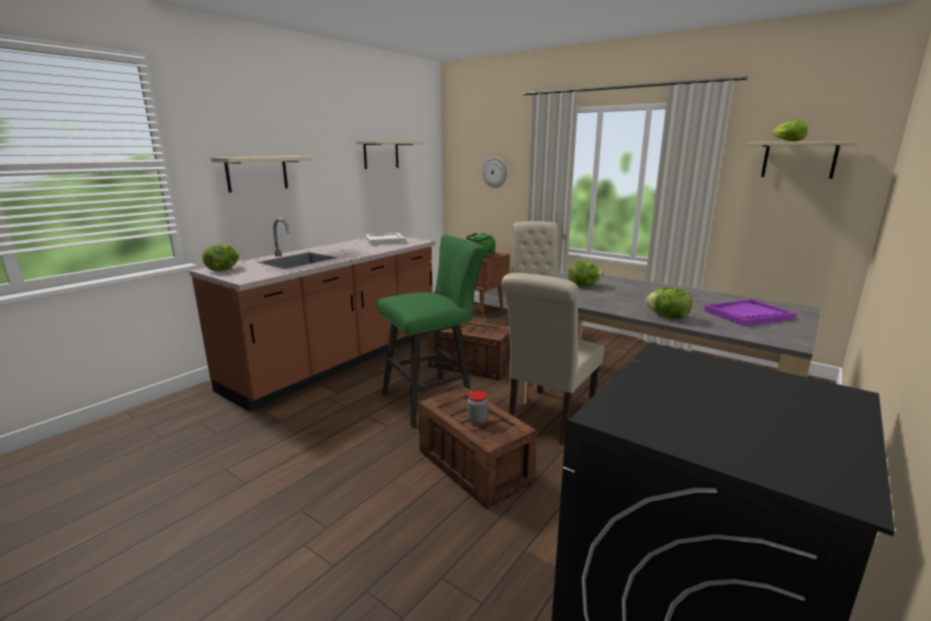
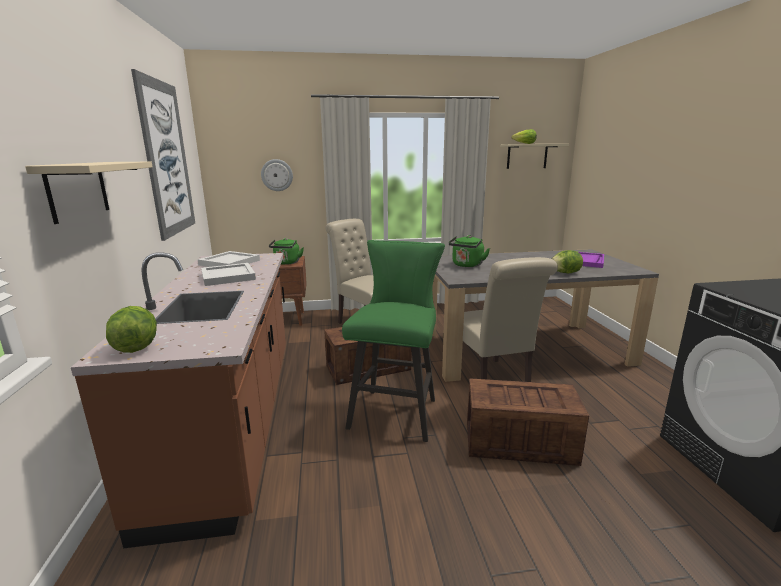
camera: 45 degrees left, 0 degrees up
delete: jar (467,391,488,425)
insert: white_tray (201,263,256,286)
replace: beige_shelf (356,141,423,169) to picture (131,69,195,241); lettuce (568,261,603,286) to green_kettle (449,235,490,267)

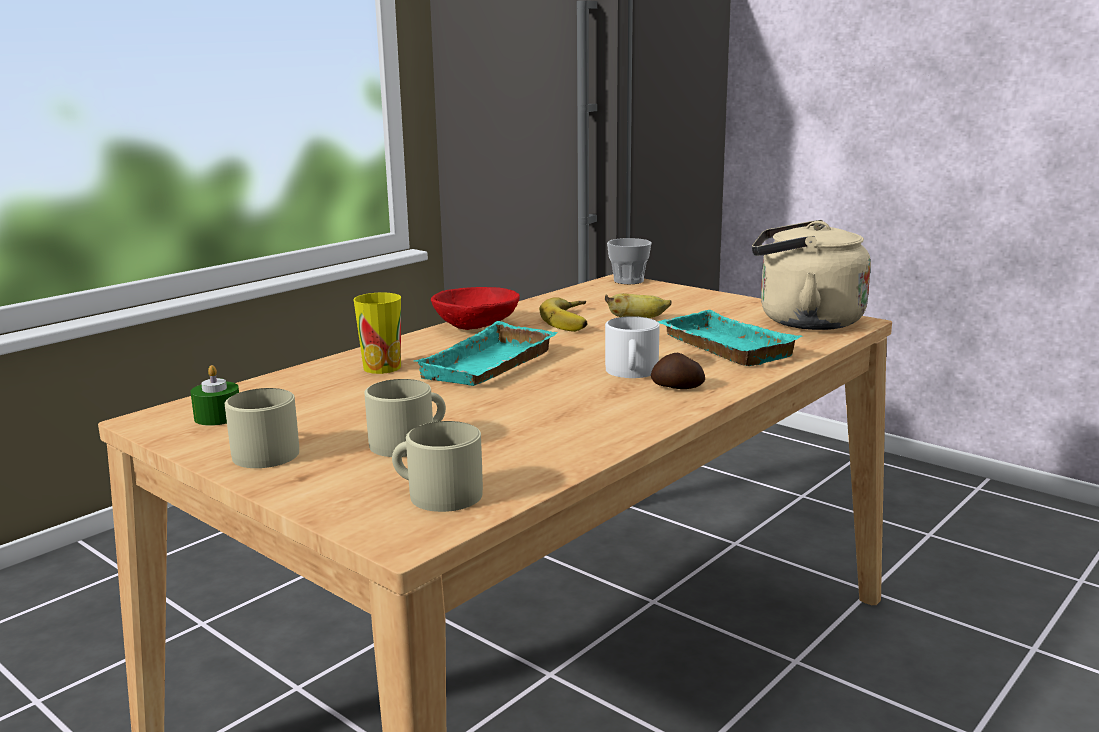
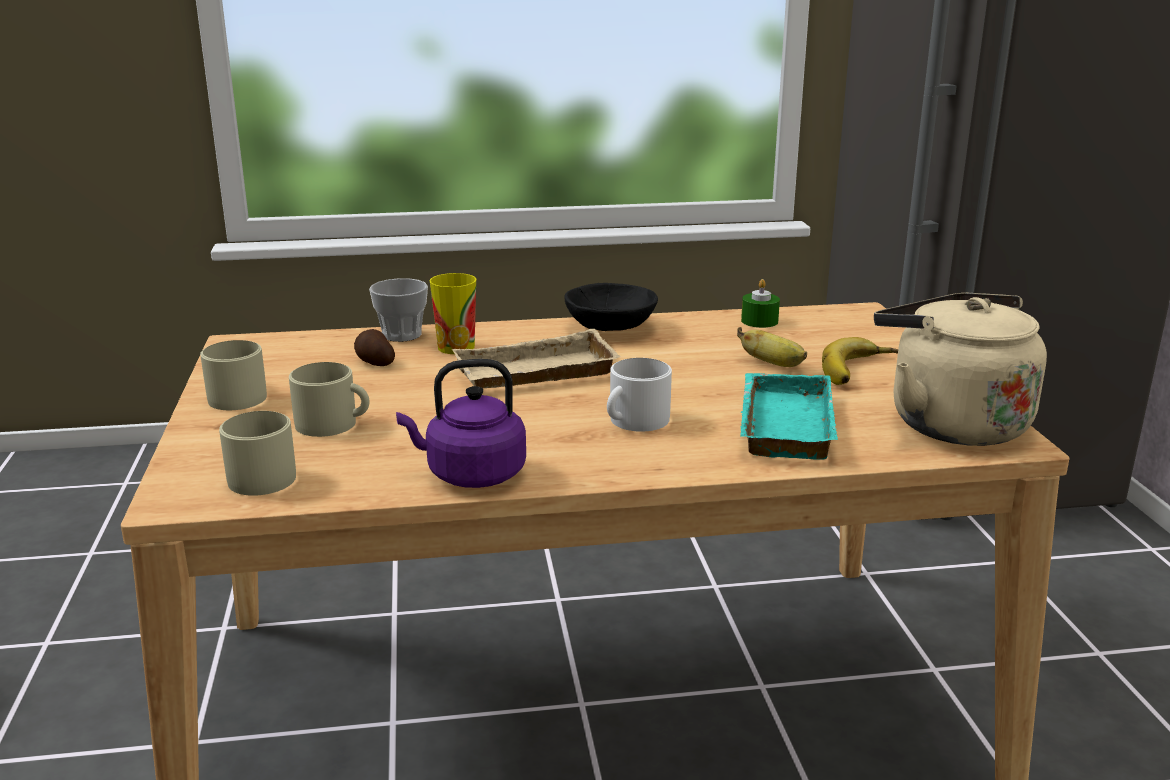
camera: 40 degrees right, 5 degrees up
insert: purple_kettle (396,359,526,488)
move: potato (651,353,705,389) to (354,329,395,366); cup (607,238,651,284) to (369,278,428,342); green_candle (191,365,239,426) to (741,279,780,328); banana (539,297,587,332) to (822,337,898,385)
recolor: turquoise_tray (414,321,558,386) to beige_tray (452,329,621,388); red_bowl (431,287,520,330) to black_bowl (564,283,658,331)

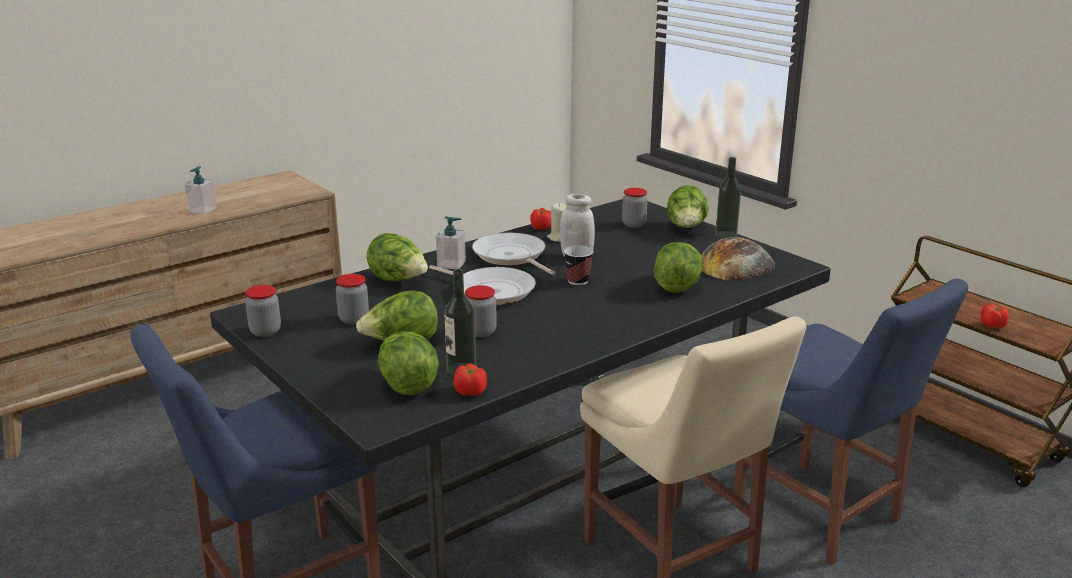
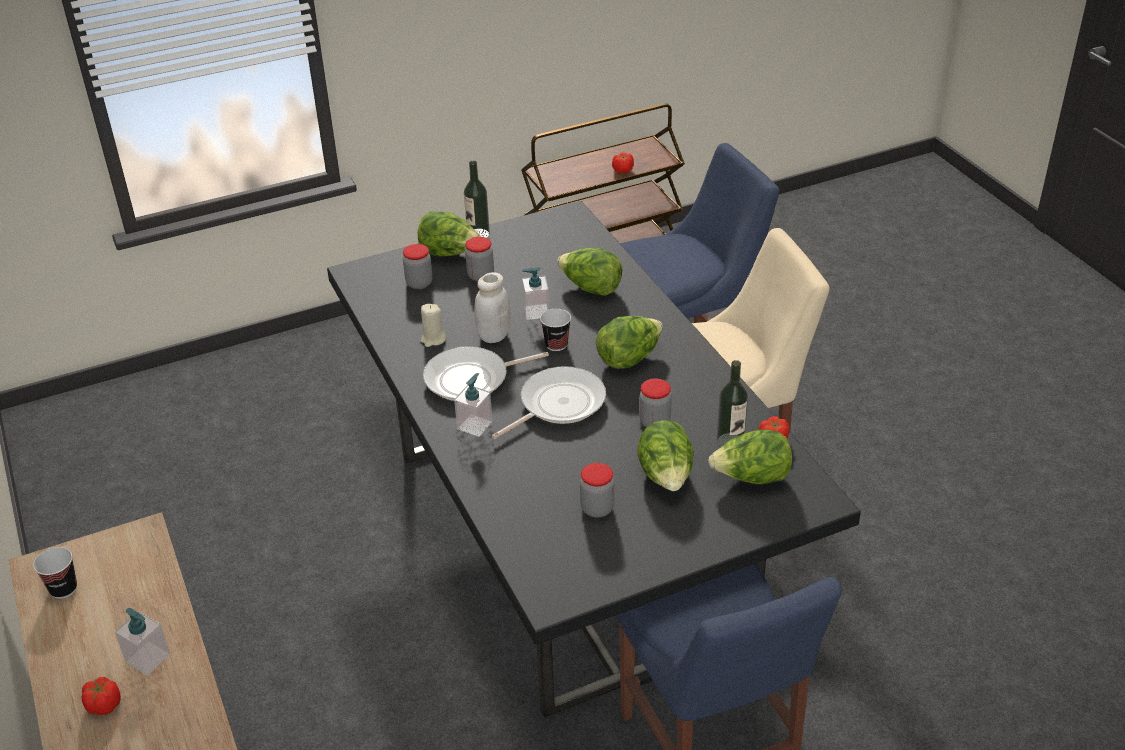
camera: 75 degrees left, 15 degrees up
delete: bread (701,237,775,280)
insert: cup (33,547,77,599); soap_dispenser (522,267,550,320)
move: tomato (530,208,551,230) to (82,677,121,715); jar (245,285,281,337) to (465,237,494,282); lettuce (367,233,428,282) to (596,316,663,369)

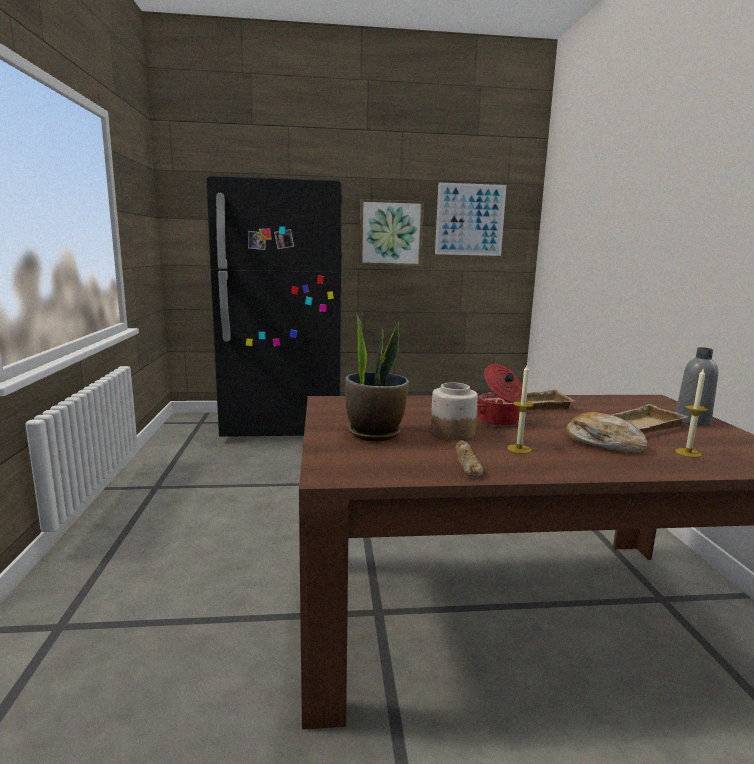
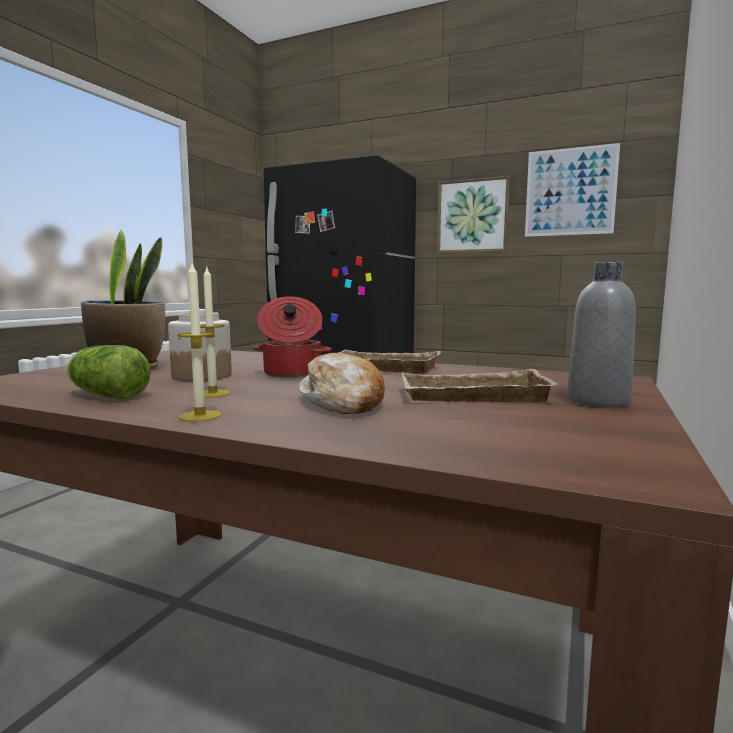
camera: 30 degrees right, 5 degrees down
move: candle (675,368,708,457) to (177,263,221,422)
replace: bread (455,440,484,477) to lettuce (65,345,151,400)

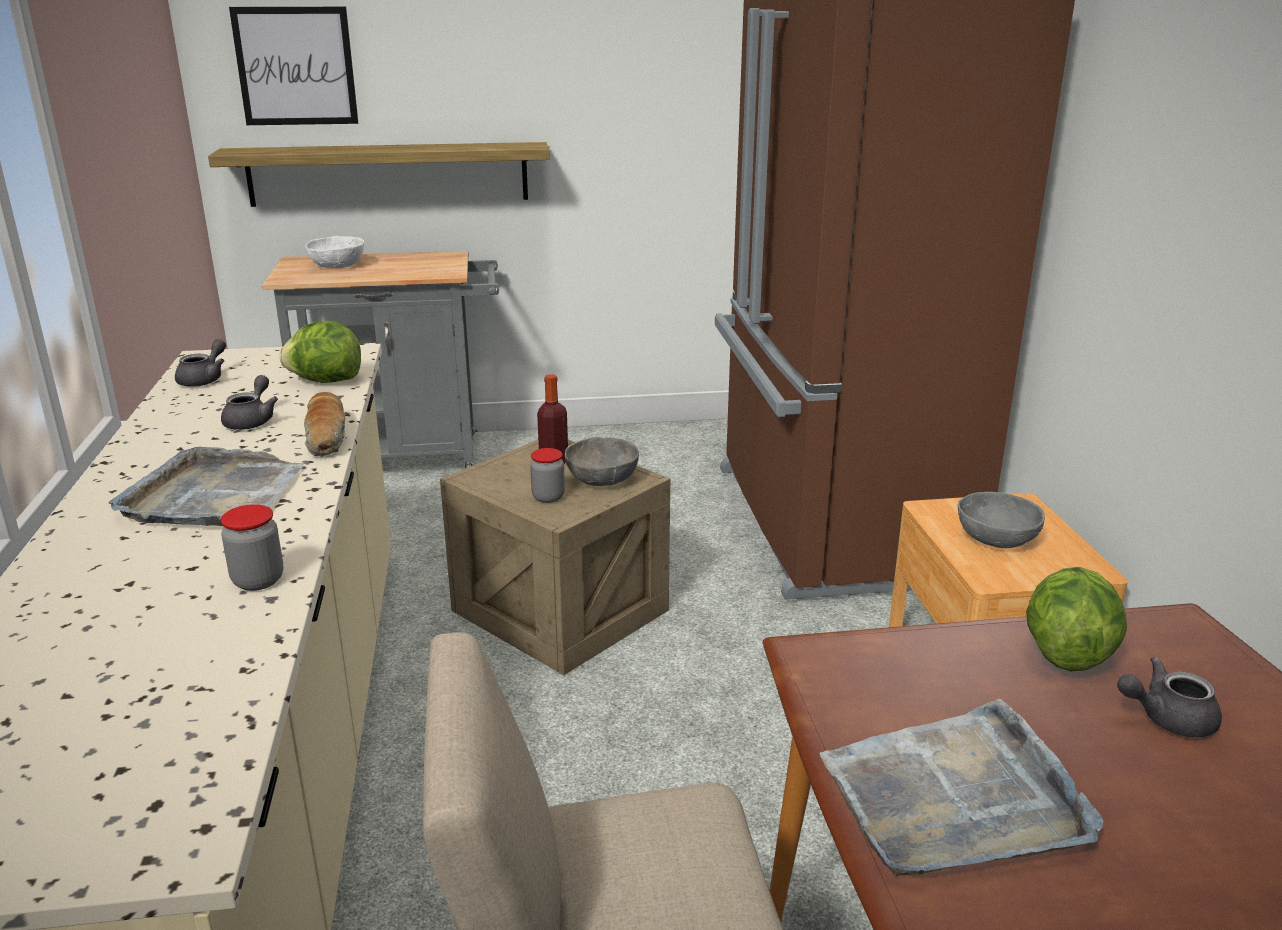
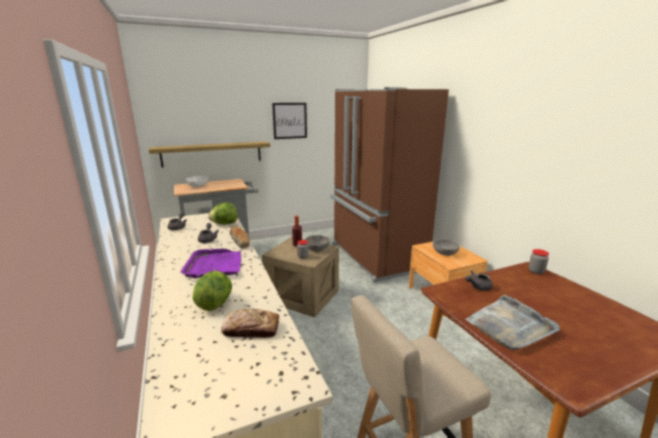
camera: 15 degrees left, 5 degrees down
insert: bread (221,309,279,338)
move: lettuce (1026,567,1127,671) to (193,271,232,311); picture (229,7,358,125) to (272,103,307,139); grey_teapot (1117,657,1222,737) to (465,270,493,291); jar (221,504,283,591) to (529,249,549,274)
recolor: grey_tray (109,447,304,526) to purple_tray (180,249,241,278)

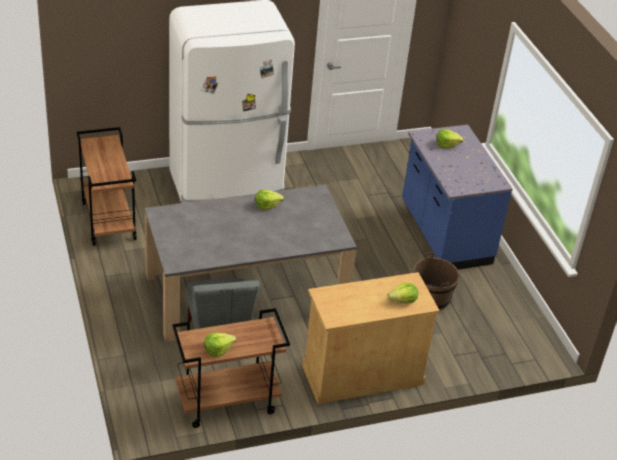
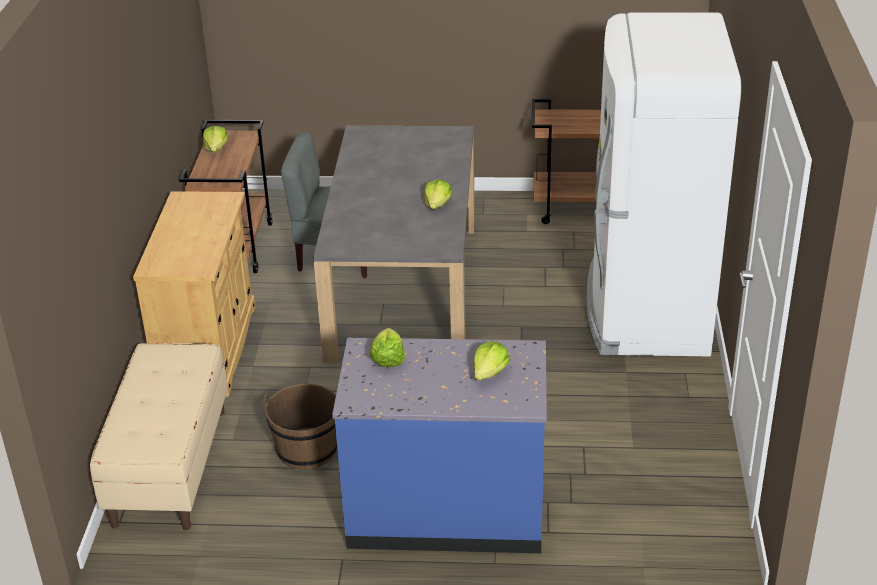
camera: 115 degrees right, 5 degrees down
insert: beige_bench (90,343,228,530)
move: lettuce (387,283,418,304) to (370,328,405,367)

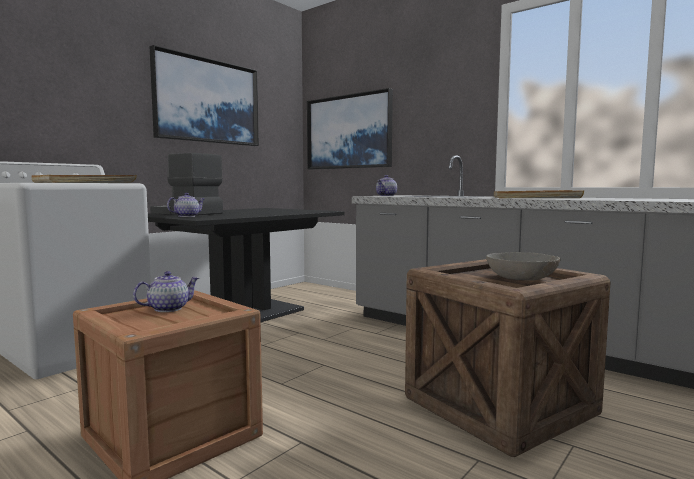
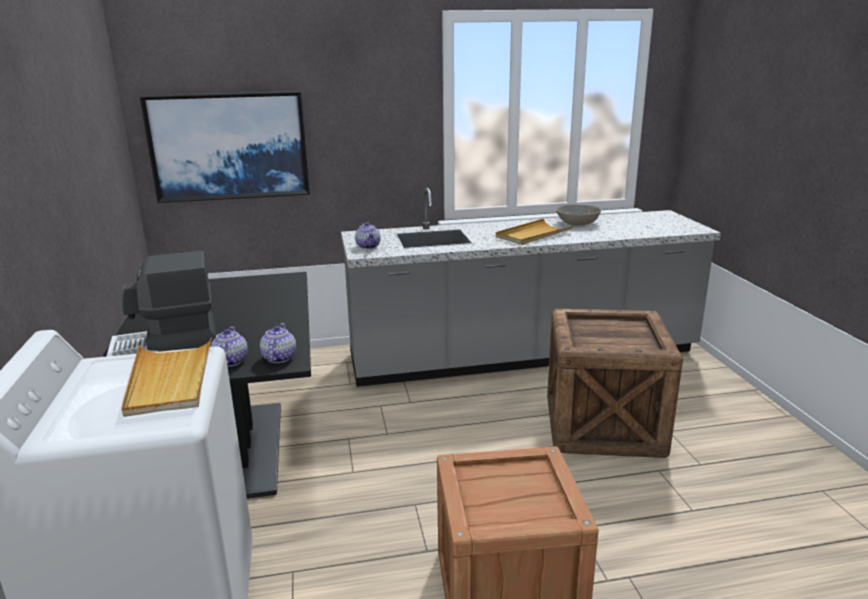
camera: 50 degrees left, 15 degrees up
delete: picture (150,45,259,146)
move: teapot (133,271,199,312) to (260,323,296,363); grey_bowl (486,252,560,281) to (556,204,601,225)

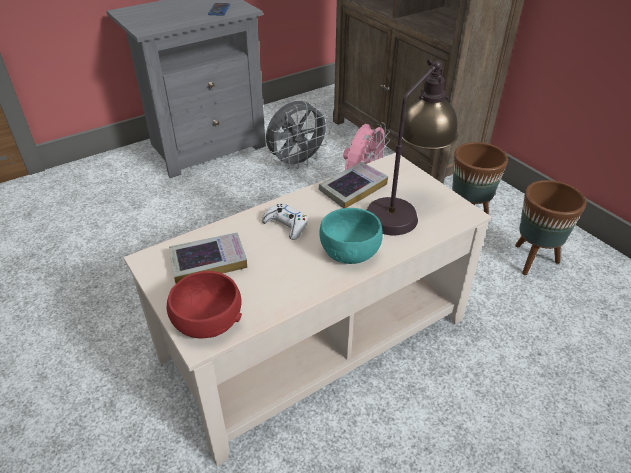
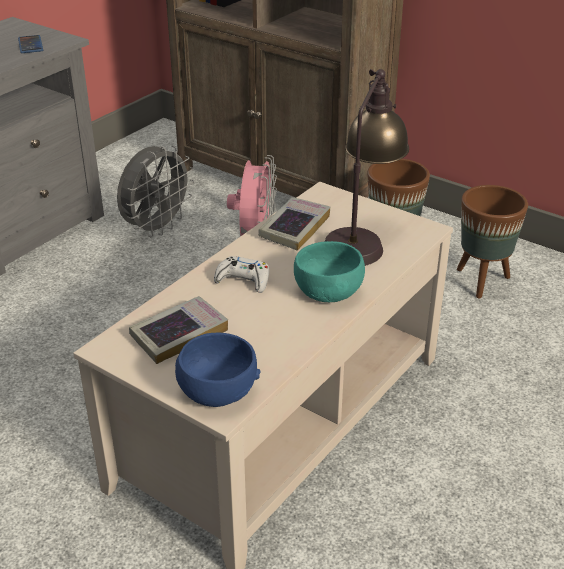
camera: 20 degrees left, 5 degrees down
recolor: red_bowl (167,271,242,339) to blue_bowl (175,333,261,407)

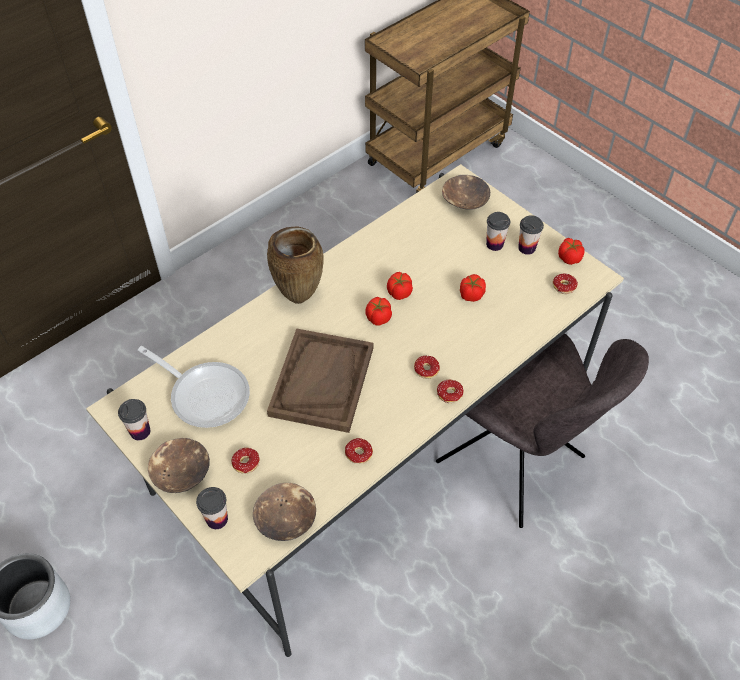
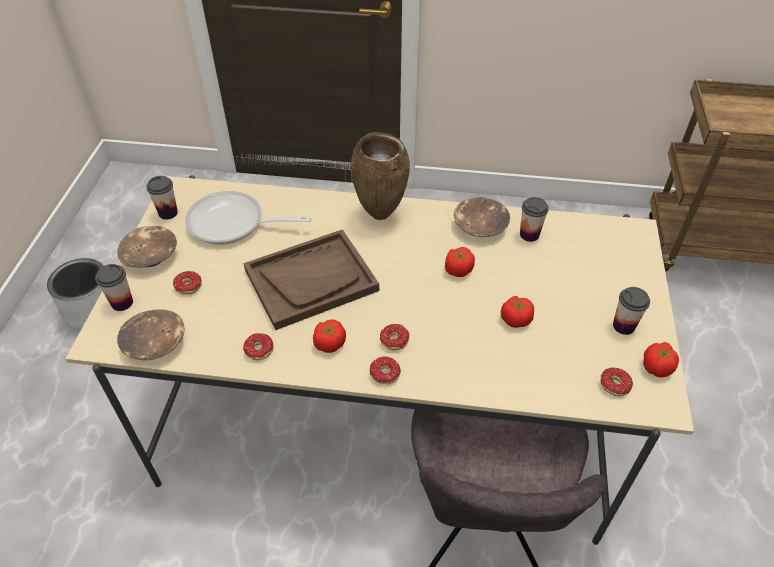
camera: 50 degrees right, 5 degrees down
move: tomato (365,297,392,326) to (313,319,346,353); brown_bowl (442,175,490,210) to (454,198,510,237); cup (486,212,510,251) to (520,197,549,242)
rotate: frying_pan (138,346,250,428) = (185,191,311,245) 105 degrees clockwise

